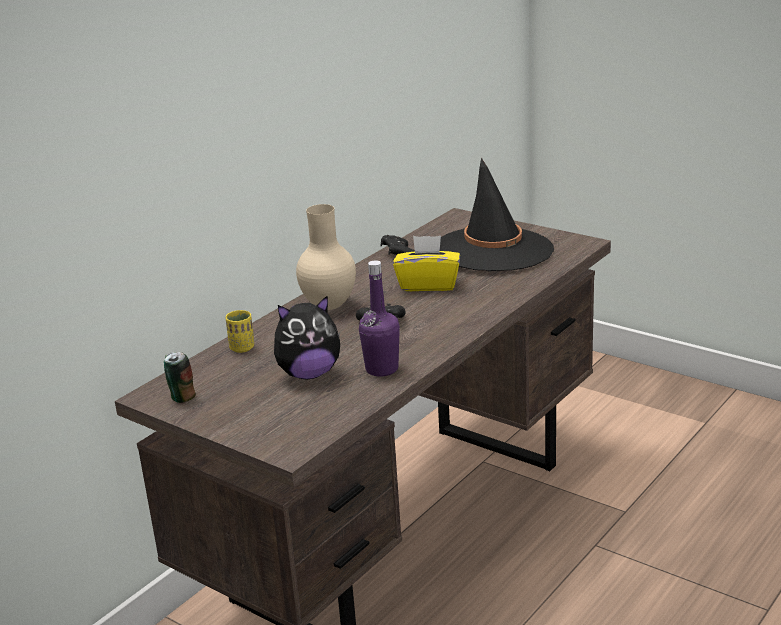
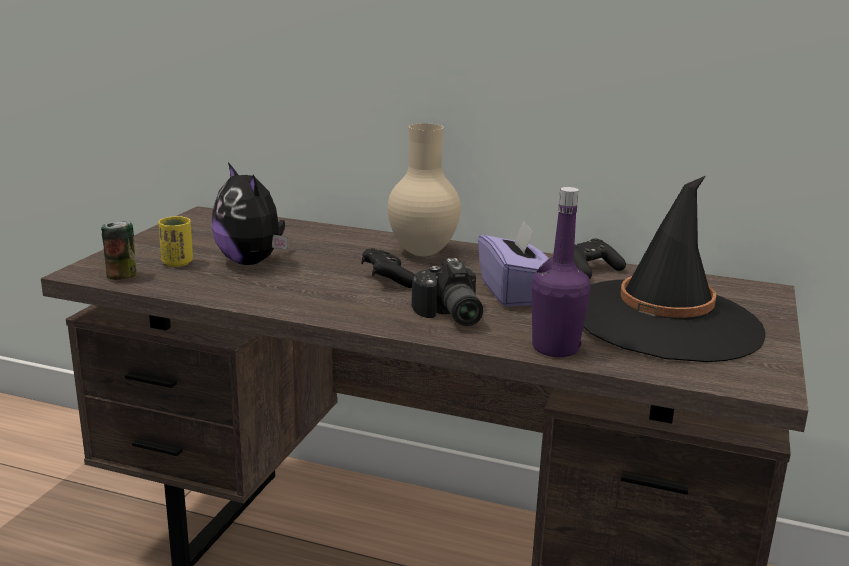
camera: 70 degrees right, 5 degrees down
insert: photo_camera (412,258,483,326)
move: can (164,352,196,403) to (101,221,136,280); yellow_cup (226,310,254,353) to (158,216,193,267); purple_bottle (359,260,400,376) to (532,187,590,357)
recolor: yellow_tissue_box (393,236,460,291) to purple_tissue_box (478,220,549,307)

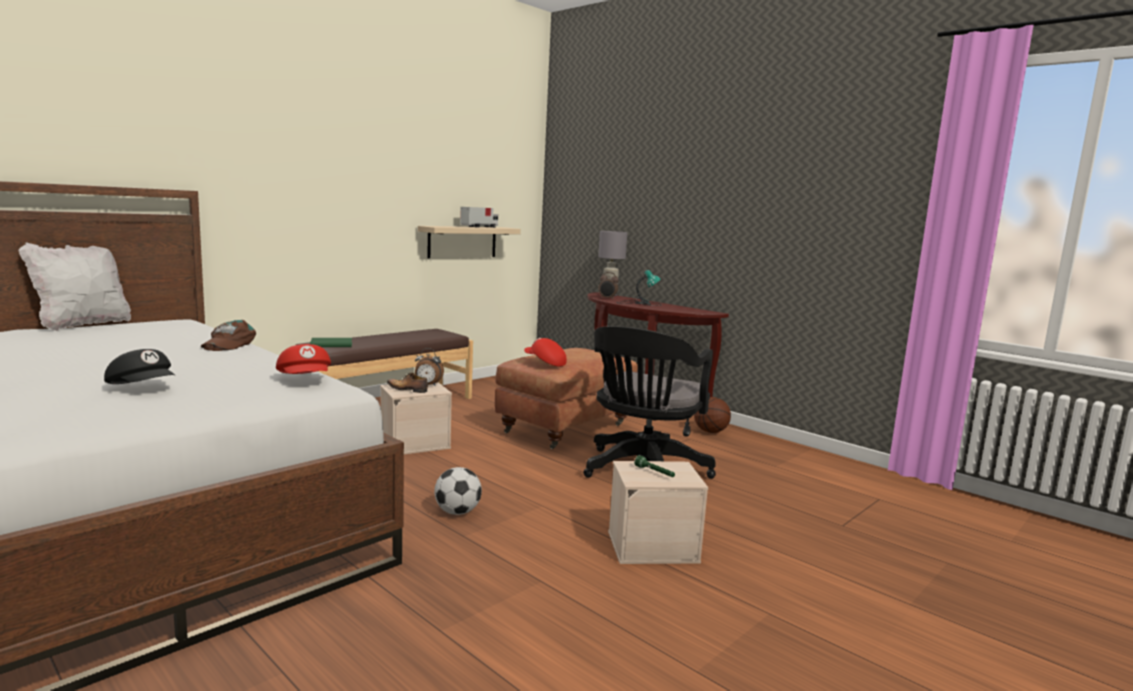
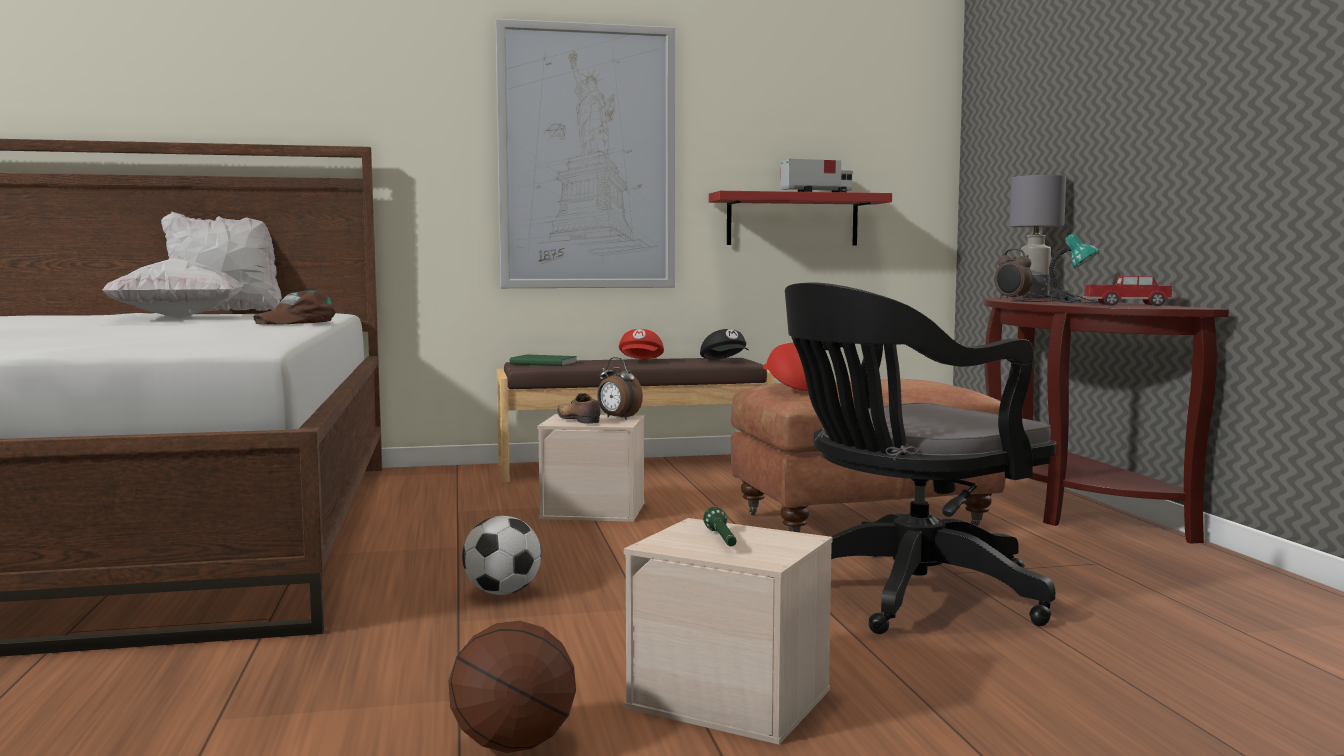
camera: 35 degrees right, 5 degrees down
insert: white_pillow (102,258,244,318); picture (495,19,675,288); toy_truck (1083,276,1173,306)
move: basketball (694,397,731,433) to (449,621,576,753); red_cap (276,344,331,374) to (619,329,664,359); black_cap (104,349,175,384) to (700,329,749,360)
recolor: beige_shelf (418,226,521,258) to red_shelf (709,191,892,245)

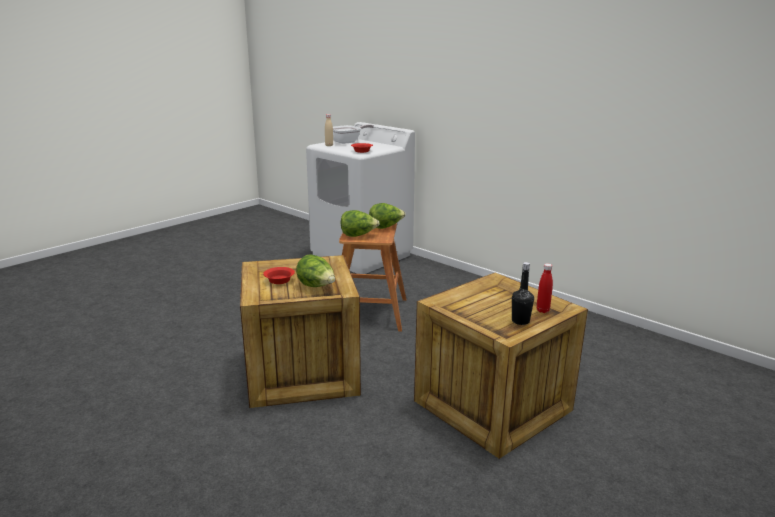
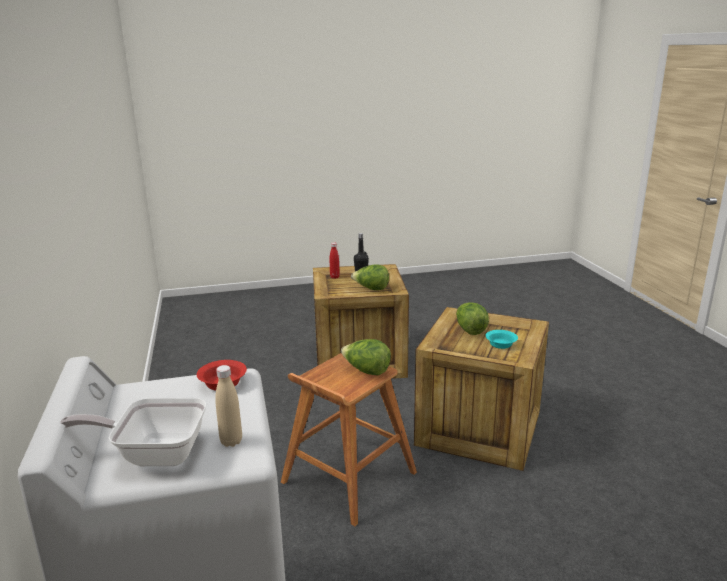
camera: 145 degrees left, 0 degrees up
move: lettuce (369,203,406,229) to (351,264,389,290)
recolor: red_bowl (263,267,295,284) to turquoise_bowl (485,330,518,349)

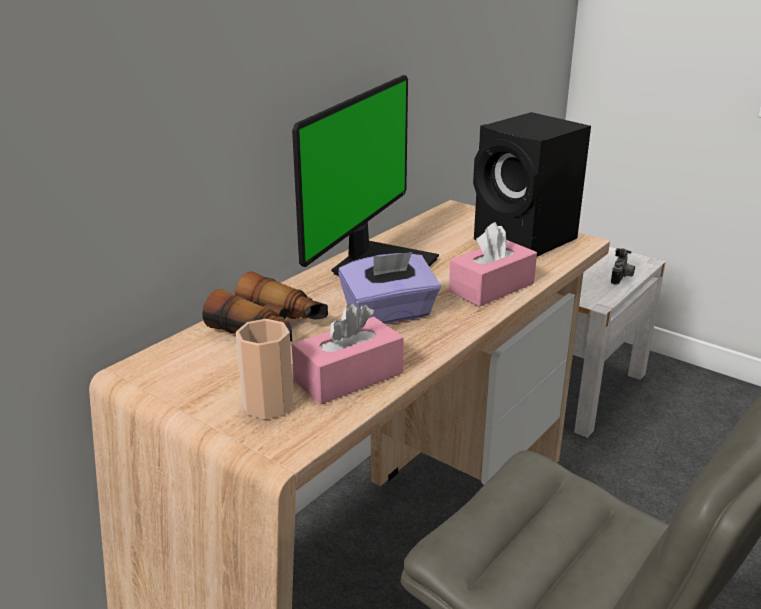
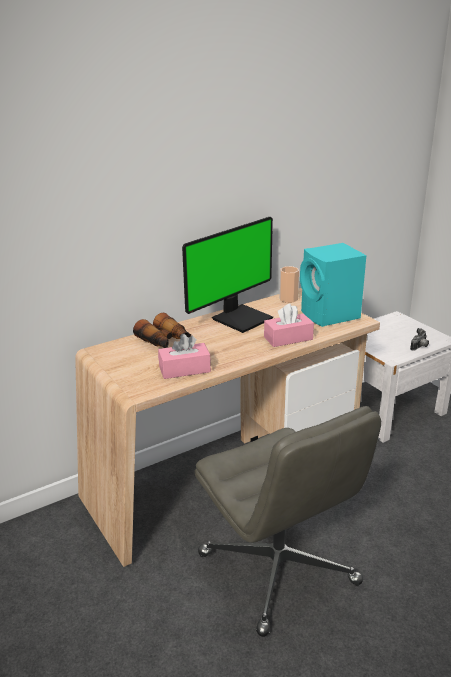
camera: 20 degrees right, 0 degrees up
delete: purple_tissue_box (338,252,441,324)
move: cup (236,319,294,419) to (279,266,299,303)
recolor: black_speaker (473,112,591,256) to turquoise_speaker (300,243,366,327)

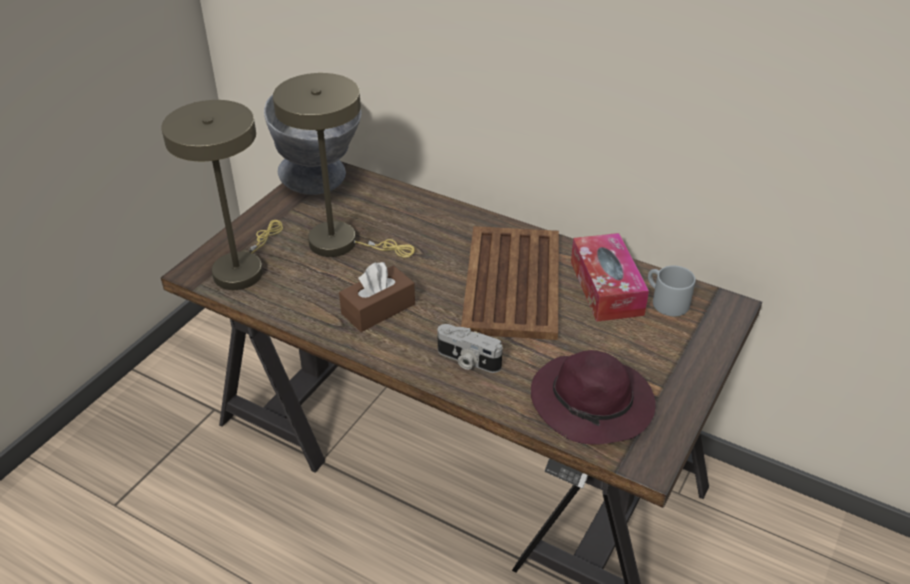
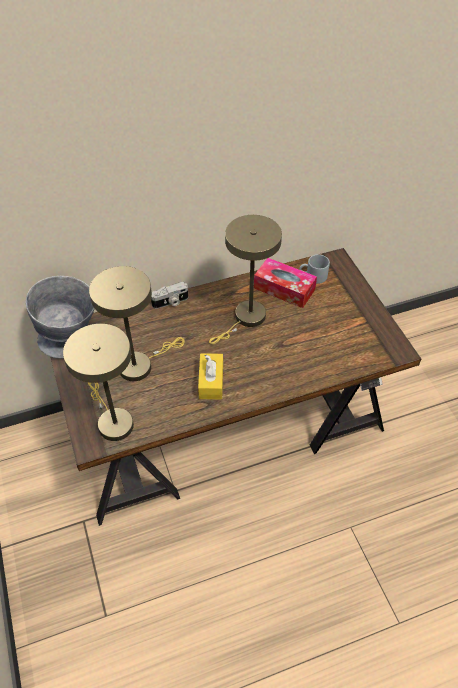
camera: 50 degrees left, 10 degrees up
delete: purple_hat (531,350,656,445)
move: photo_camera (437,324,502,373) to (151,282,188,309)
replace: brown_tray (461,226,559,340) to beige_table_lamp (209,215,282,344)
recolor: brown_tissue_box (339,262,415,332) to yellow_tissue_box (198,353,223,399)

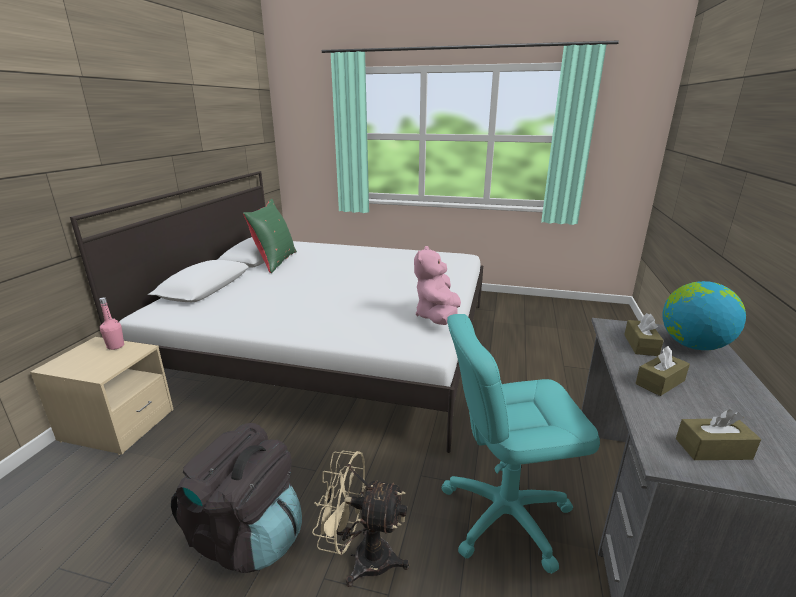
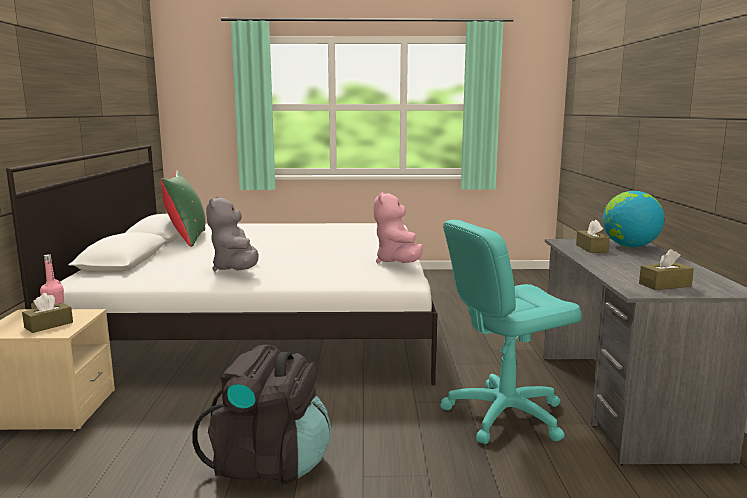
camera: 15 degrees left, 10 degrees down
delete: beige_fan (312,451,409,587)
insert: grey_plush_toy (206,196,259,271)
move: brown_tissue_box (635,346,690,396) to (22,293,73,333)

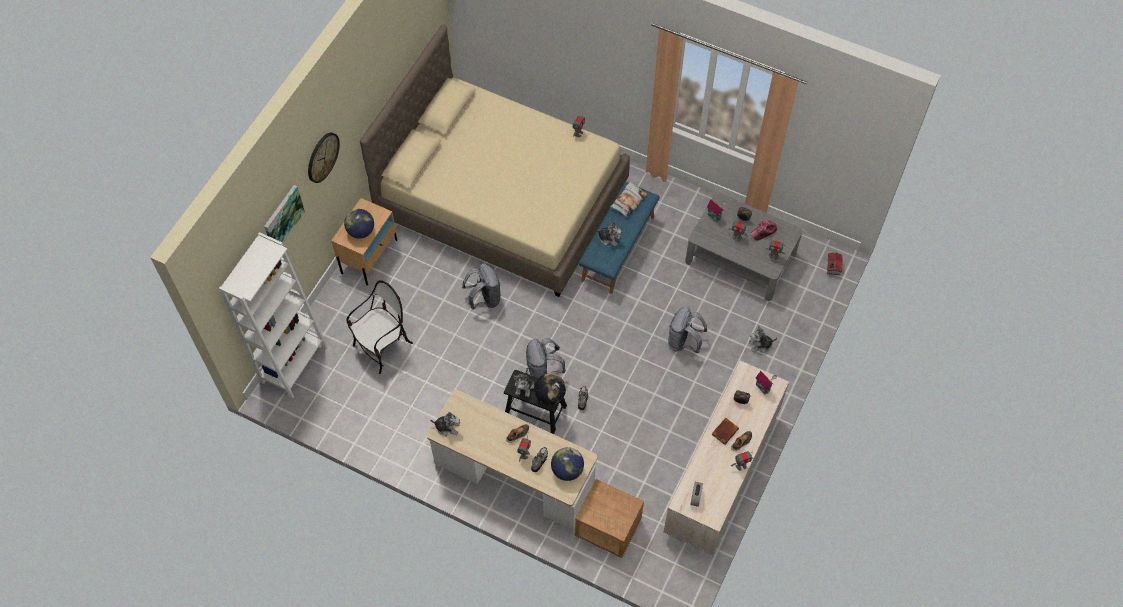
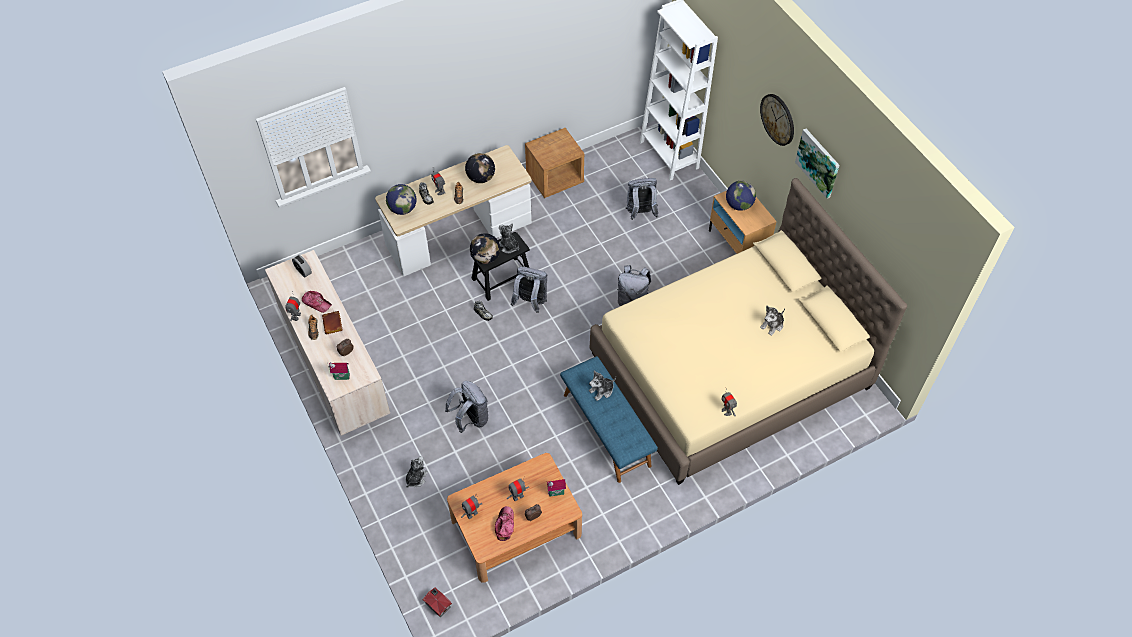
camera: 125 degrees right, 5 degrees down
delete: pillow (610,181,648,218)
insert: cap (302,291,332,313); globe (465,153,495,183)
move: brown_nightstand (575,479,644,558) to (525,128,585,198); plush_toy (430,412,460,436) to (760,305,785,336); picture (264,185,305,244) to (795,129,840,199)
replace: chair (346,280,413,374) to grey_backpack (626,178,658,220)
recolor: grey_coffee_table (685,192,803,301) to brown_coffee_table (447,453,582,583)

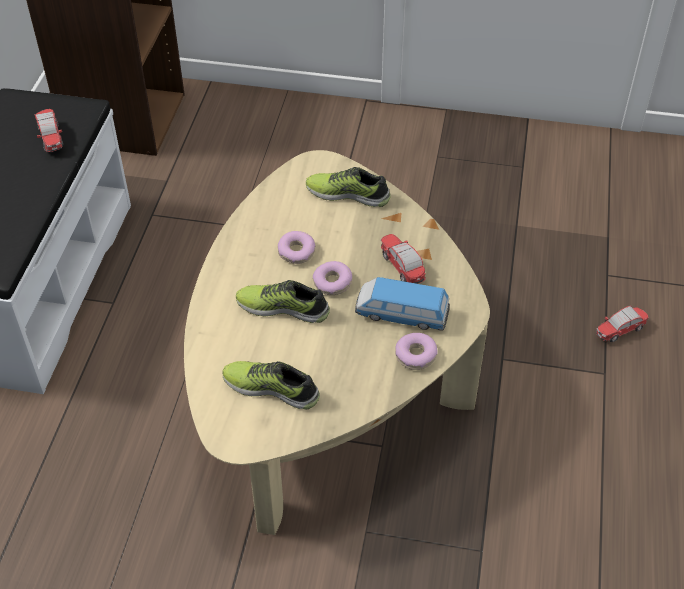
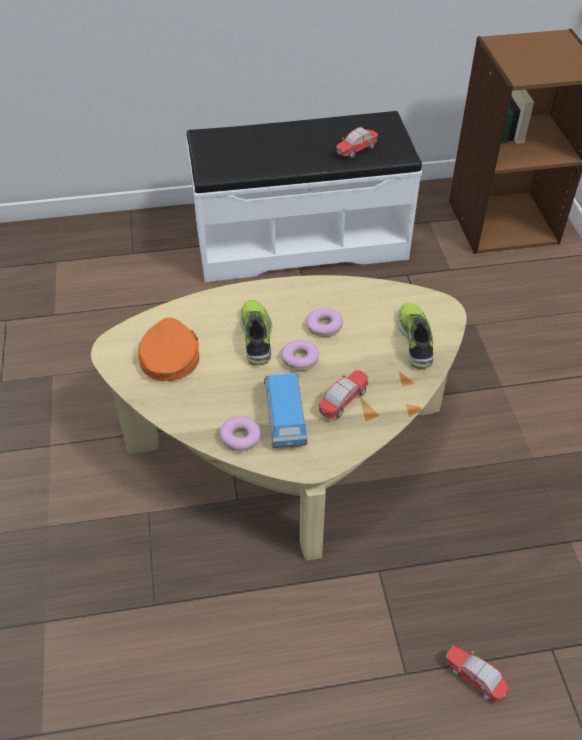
camera: 70 degrees right, 0 degrees up
replace: shoe (222,361,320,410) to orange_cap (138,318,199,381)

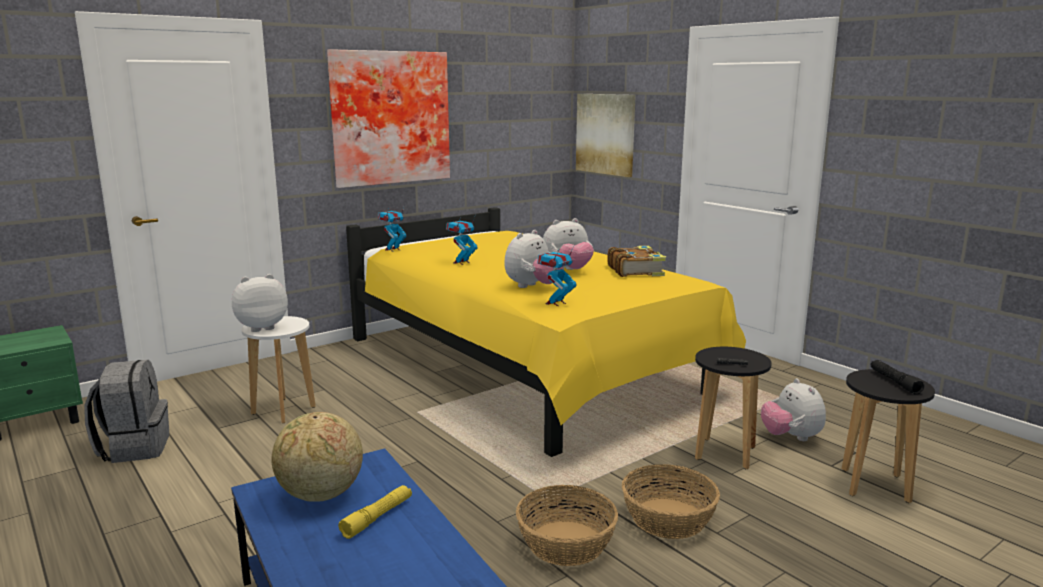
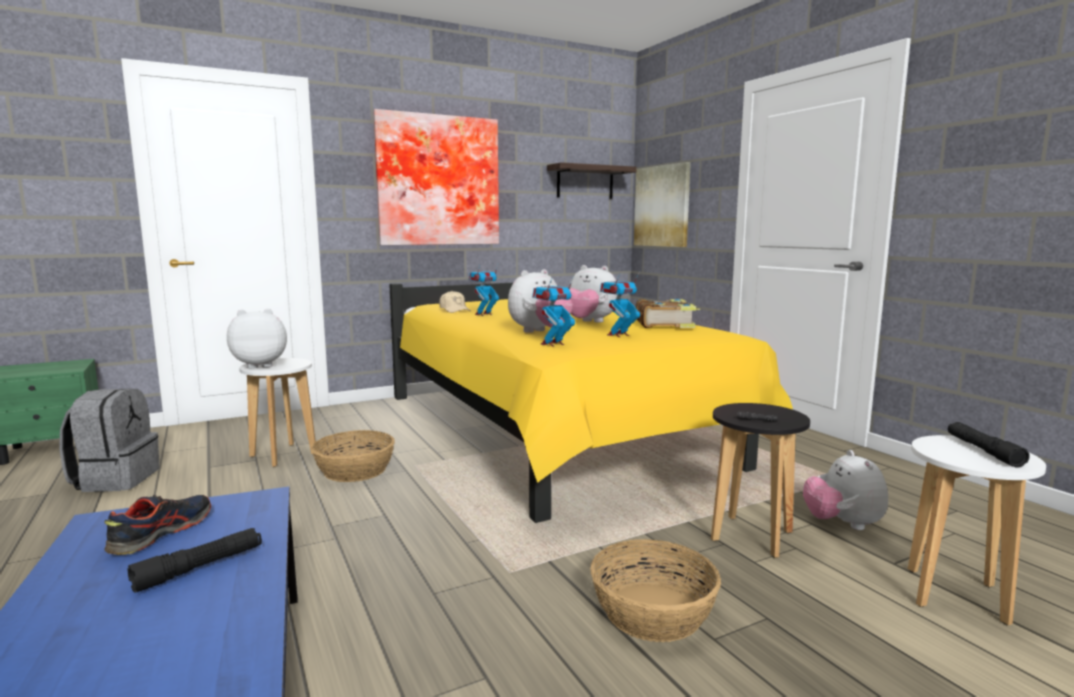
camera: 10 degrees right, 5 degrees down
insert: beige_cap (439,291,470,313); shelf (547,162,637,199)
move: basket (516,485,618,566) to (311,430,395,482); toy_robot (378,207,406,252) to (600,271,640,337)
replace: globe (271,412,363,502) to shoe (104,495,211,555)
recolor: yellow_flashlight (339,485,412,539) to black_flashlight (127,528,262,593); black_stool (842,369,935,503) to white_stool (908,435,1046,625)
rotate: plush_toy (543,218,594,270) = (569,265,617,323) 45 degrees clockwise

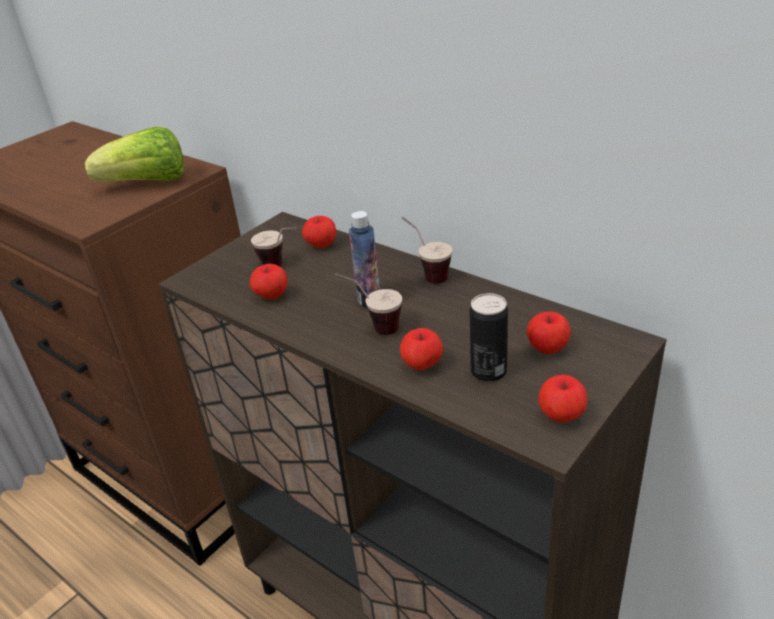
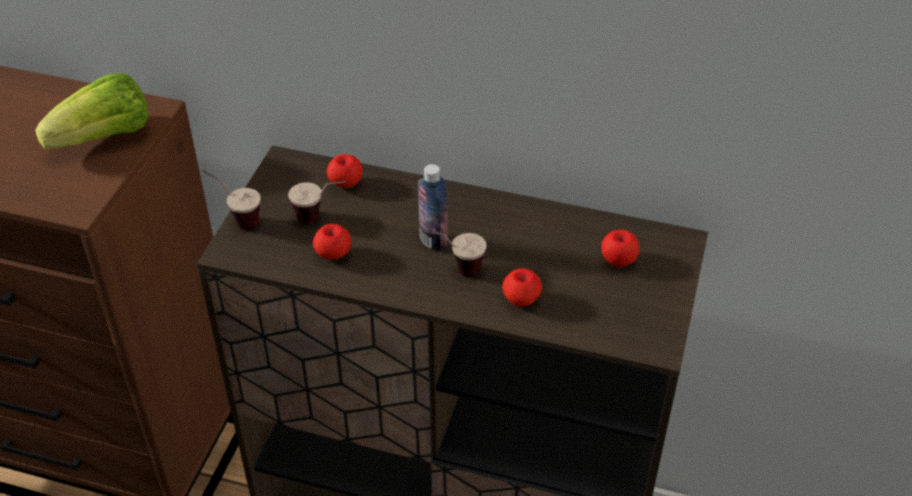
camera: 25 degrees left, 10 degrees up
delete: can (470,293,508,382); apple (538,375,587,423)
move: cup (402,217,452,284) to (202,170,261,230)

